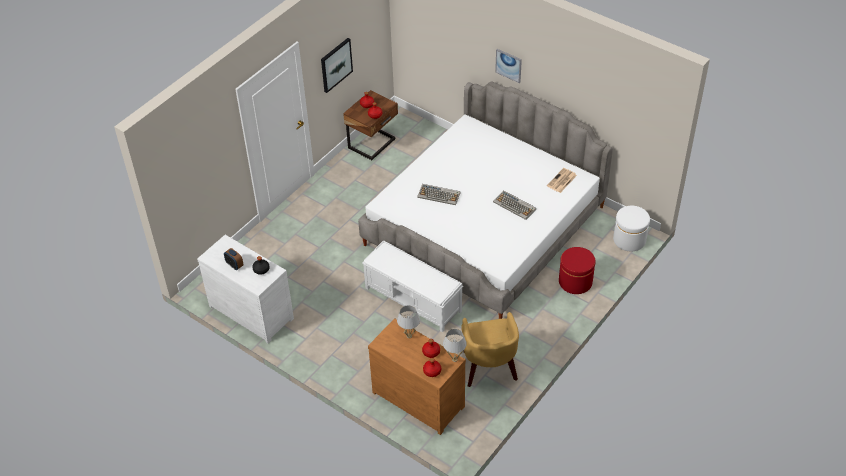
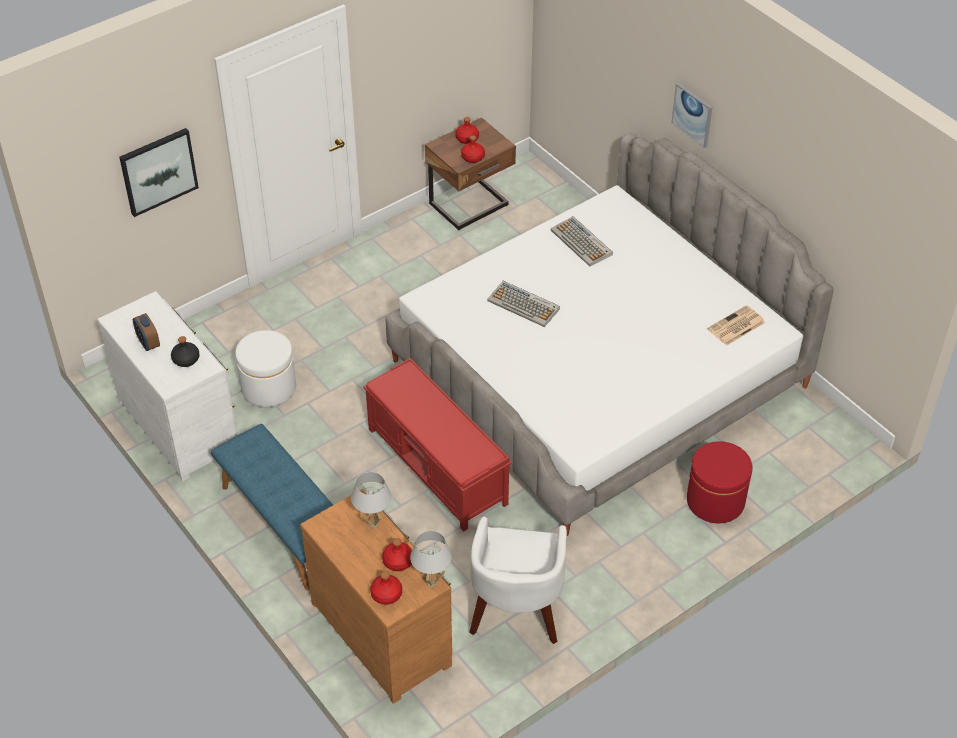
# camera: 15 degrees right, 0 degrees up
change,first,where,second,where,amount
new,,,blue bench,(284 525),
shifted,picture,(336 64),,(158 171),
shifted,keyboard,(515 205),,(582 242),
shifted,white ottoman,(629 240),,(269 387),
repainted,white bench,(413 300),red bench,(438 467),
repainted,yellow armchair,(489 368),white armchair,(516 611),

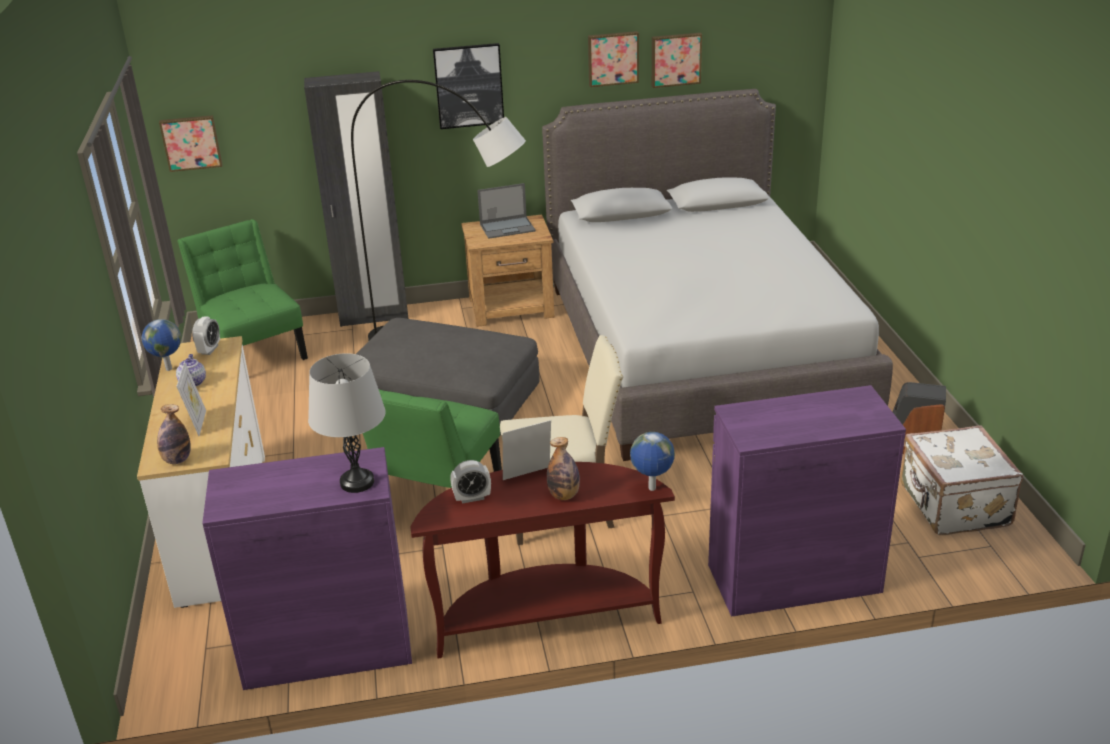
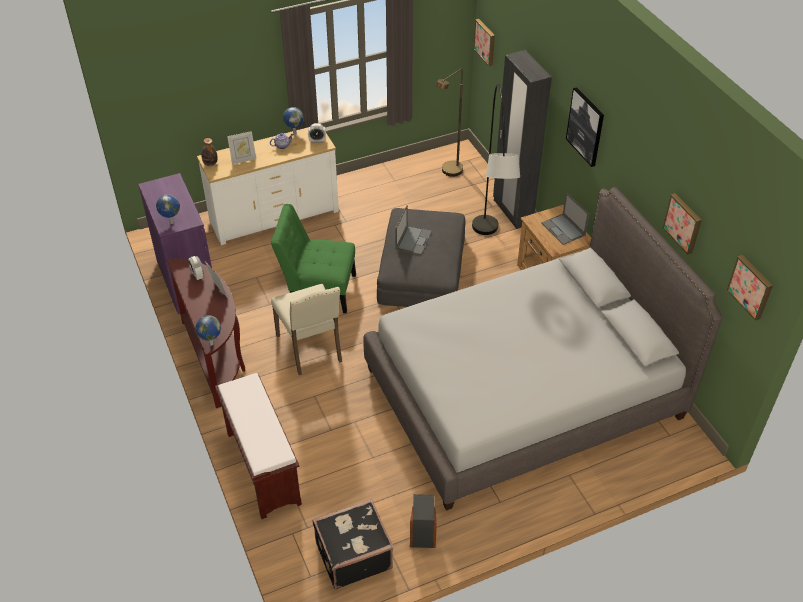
# camera: 75 degrees right, 15 degrees up
change,first,where,second,where,amount
gone,bottle,(564 495),,,
new,,,laptop,(413 240),
shifted,picture,(612 58),,(751 286),
swapped,green chair,(254 352),brown floor lamp,(449 173),
swapped,grey table lamp,(357 482),globe,(171 223),
swapped,purple cabinet,(794 578),brown bench,(262 467),
repainted,white suitcase,(952 506),black suitcase,(352 555),

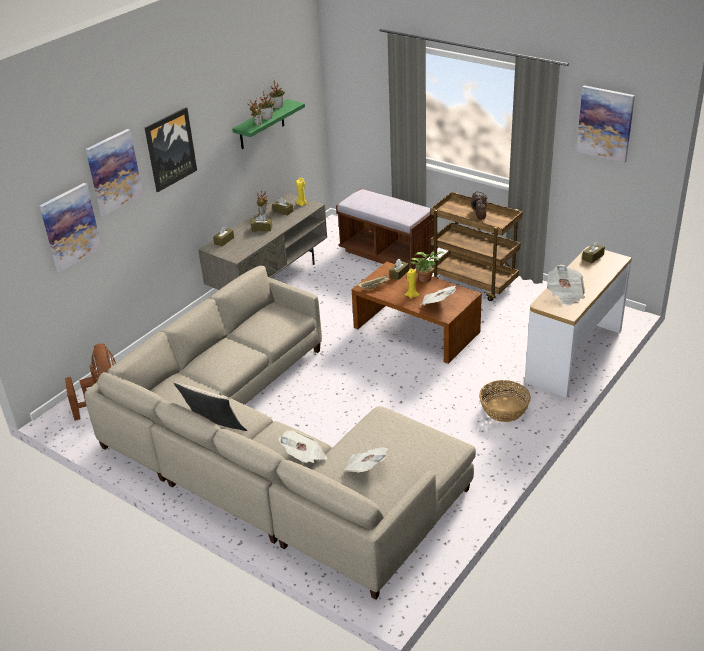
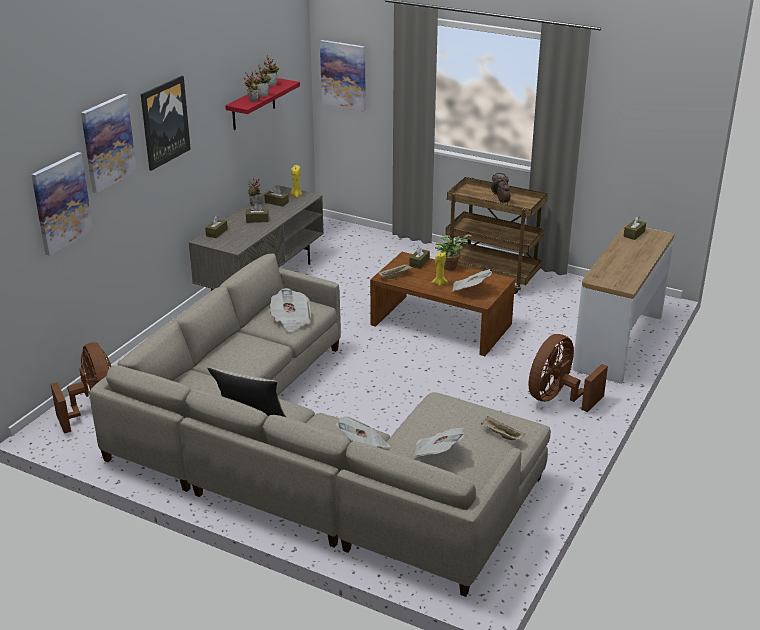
# camera: 10 degrees left, 5 degrees down
change,first,where,second,where,amount
gone,brown bench,(387 254),,,
new,,,beige tray,(501 435),
shifted,newspaper,(565 294),,(291 320),
shifted,picture,(605 123),,(343 75),
swapped,basket,(504 410),brown fan,(558 398),
repainted,green shelf,(261 125),red shelf,(253 105),

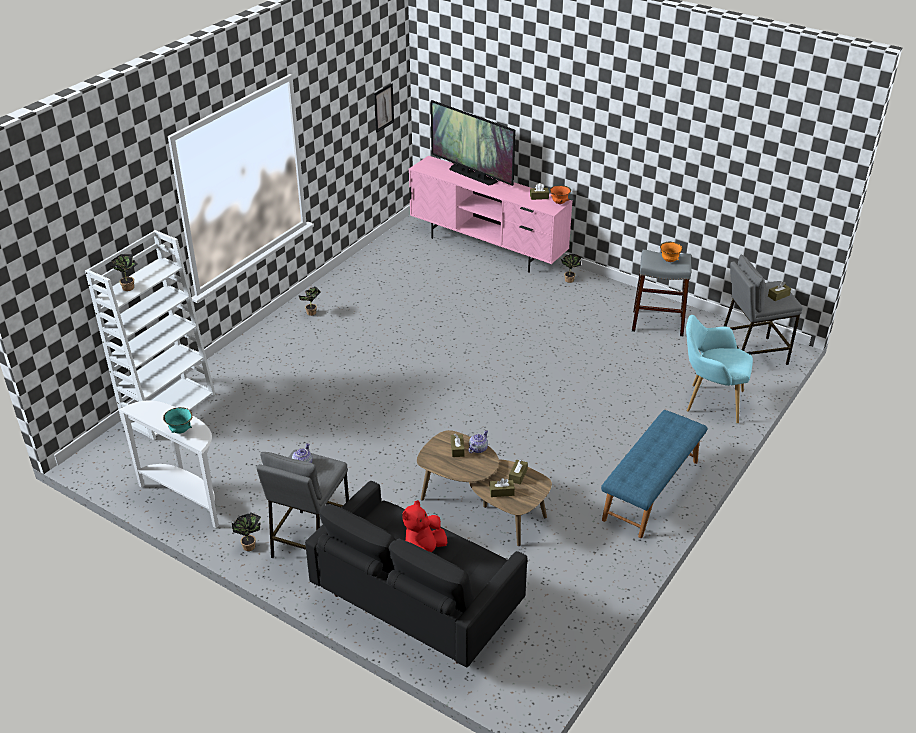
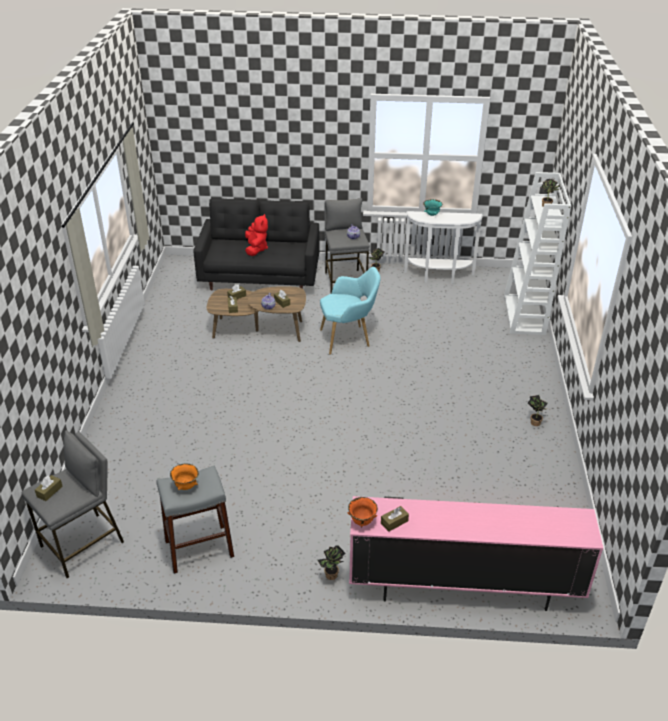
# camera: 150 degrees right, 0 degrees up
change,first,where,second,where,amount
gone,picture,(383 107),,,
gone,television,(472 175),,,
gone,blue bench,(651 490),,,
shifted,turquoise armchair,(710 401),,(348 339),

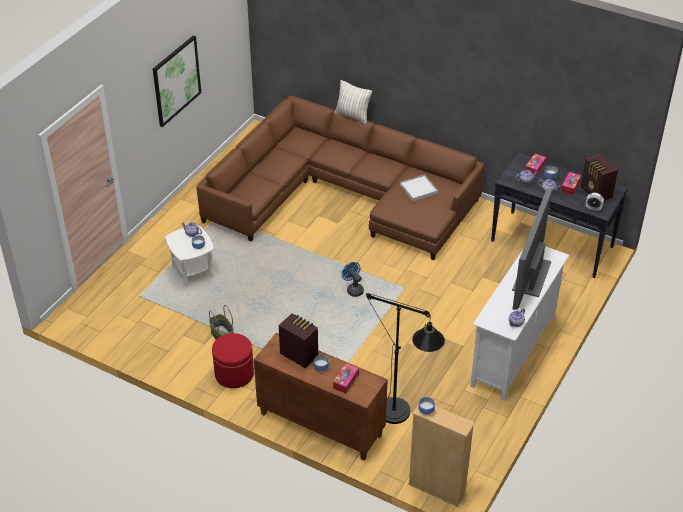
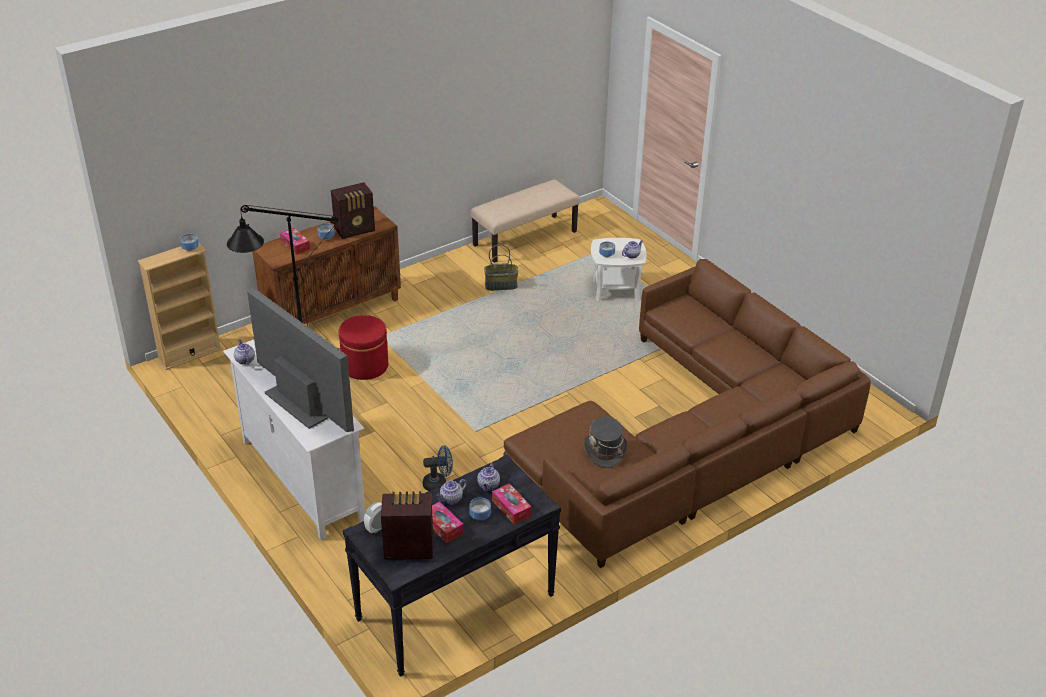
# camera: 115 degrees right, 5 degrees down
change,first,where,second,where,amount
gone,picture,(176 80),,,
gone,pillow,(352 116),,,
new,,,beige bench,(525 238),
shifted,red ottoman,(234 374),,(365 366),
shifted,blue fan,(353 289),,(438 483),
swapped,white tray,(418 189),grey hat,(605 451),

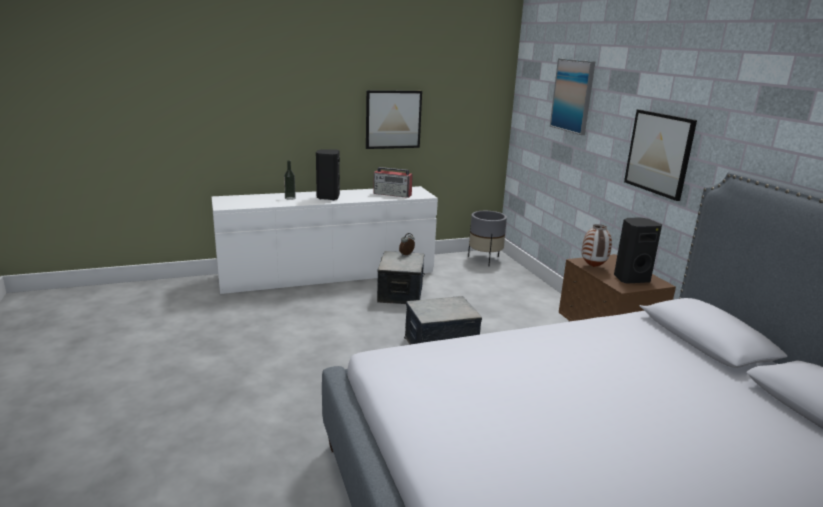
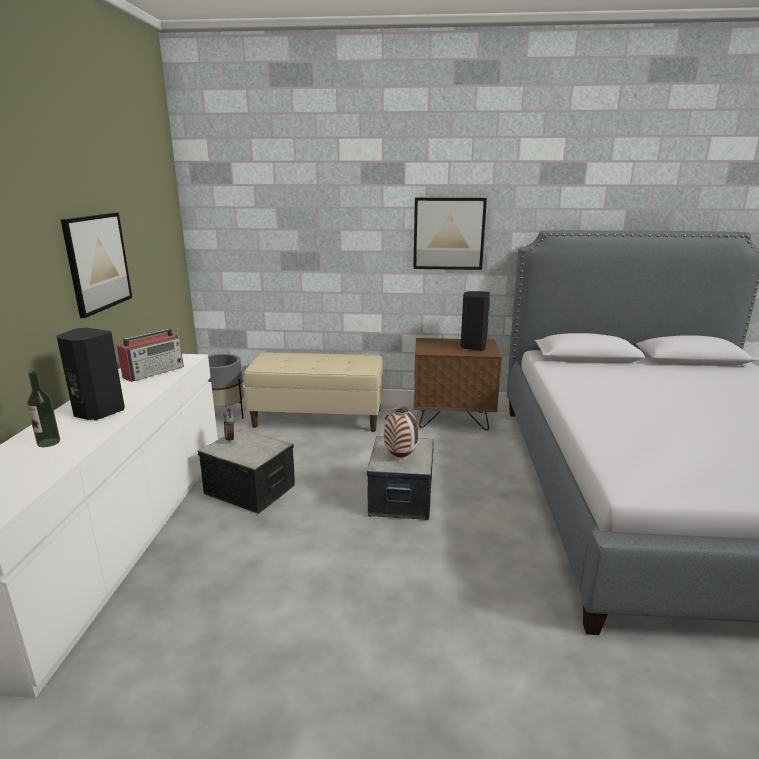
# camera: 65 degrees left, 0 degrees up
change,first,where,second,where,amount
gone,picture,(573 96),,,
new,,,beige bench,(318 418),
shifted,vase,(593 267),,(401 457),

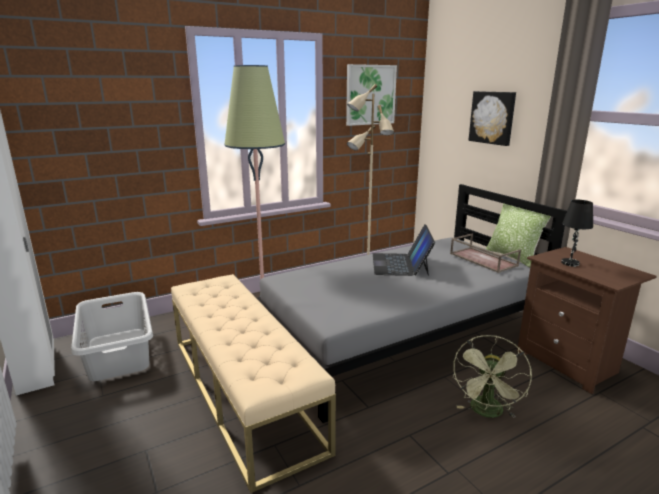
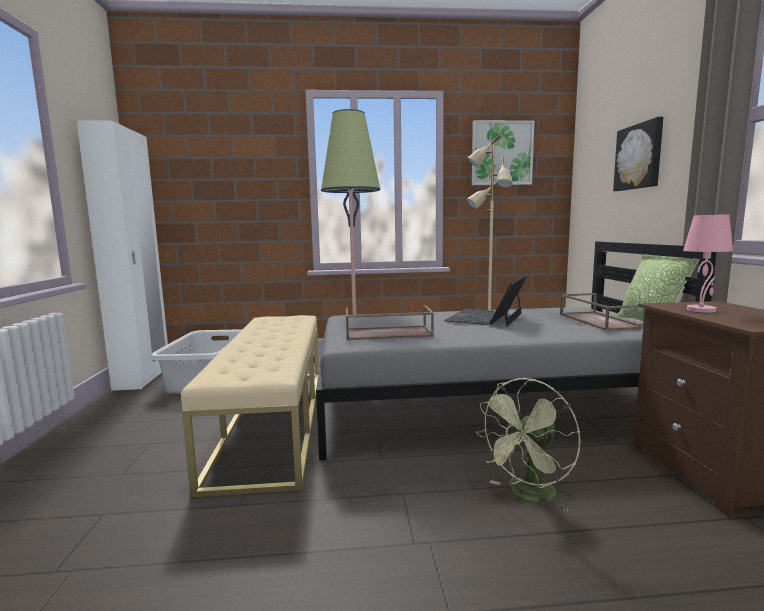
# camera: 25 degrees right, 10 degrees down
change,first,where,second,where,amount
new,,,brown tray,(387 333),
repainted,black table lamp,(570 263),pink table lamp,(701 310),

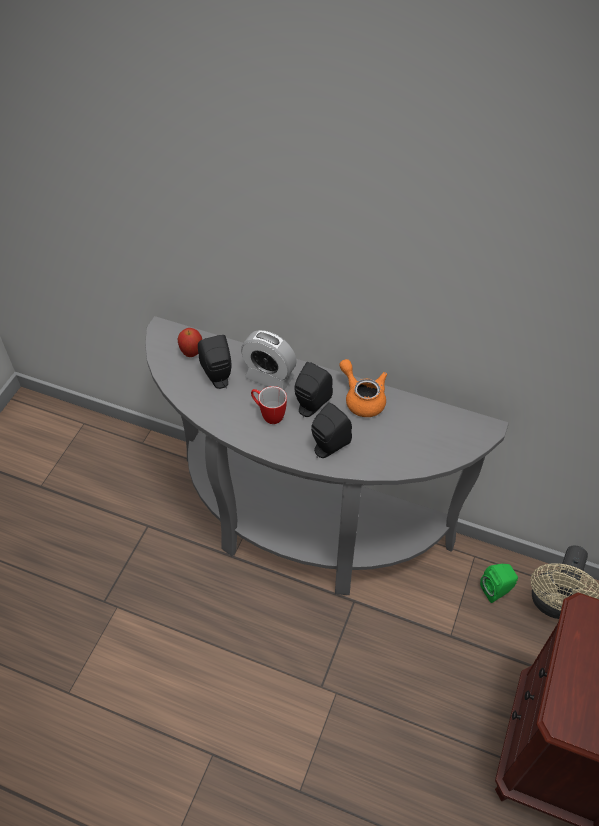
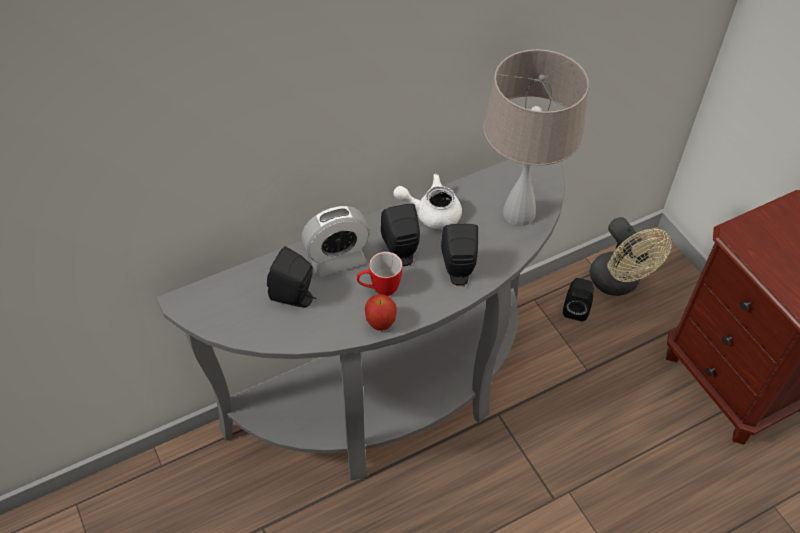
# camera: 50 degrees left, 0 degrees up
change,first,where,second,where,amount
new,,,beige table lamp,(518 213),
shifted,apple,(191 353),,(380 324),
repainted,orange teapot,(362 398),white teapot,(431 213),
repainted,green speaker,(497 590),black speaker,(576 308),

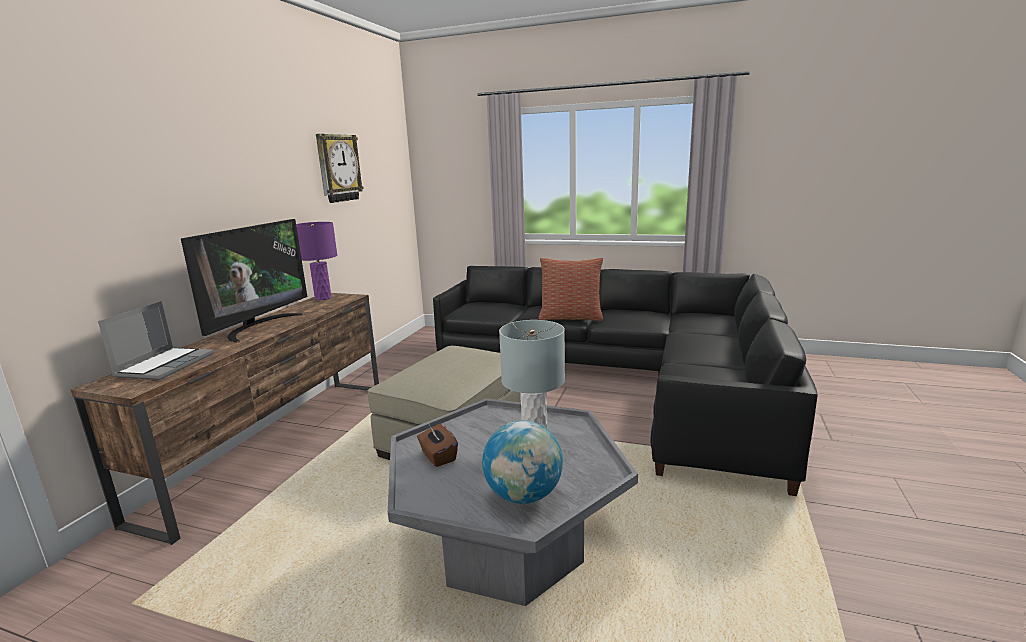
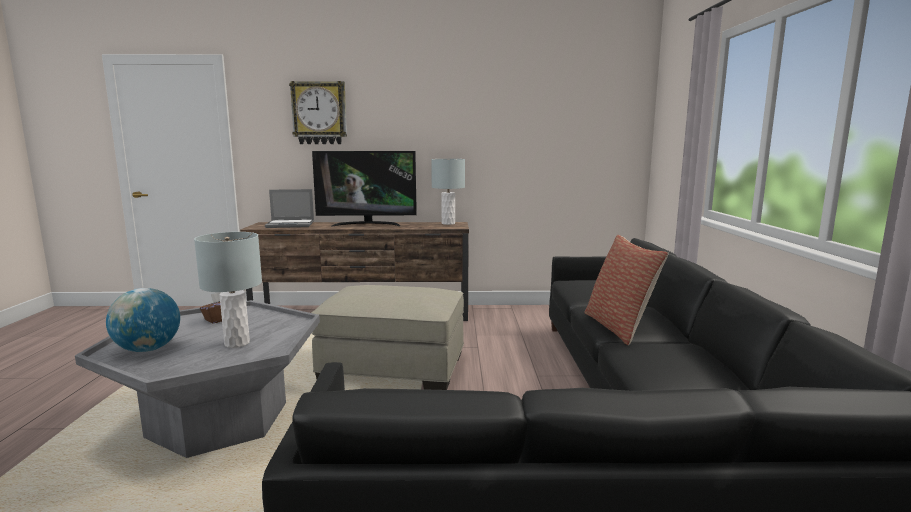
# camera: 70 degrees right, 5 degrees down
change,first,where,second,where,amount
shifted,wall clock,(338 168),,(319 113),
repainted,purple table lamp,(323 298),grey table lamp,(448 223),

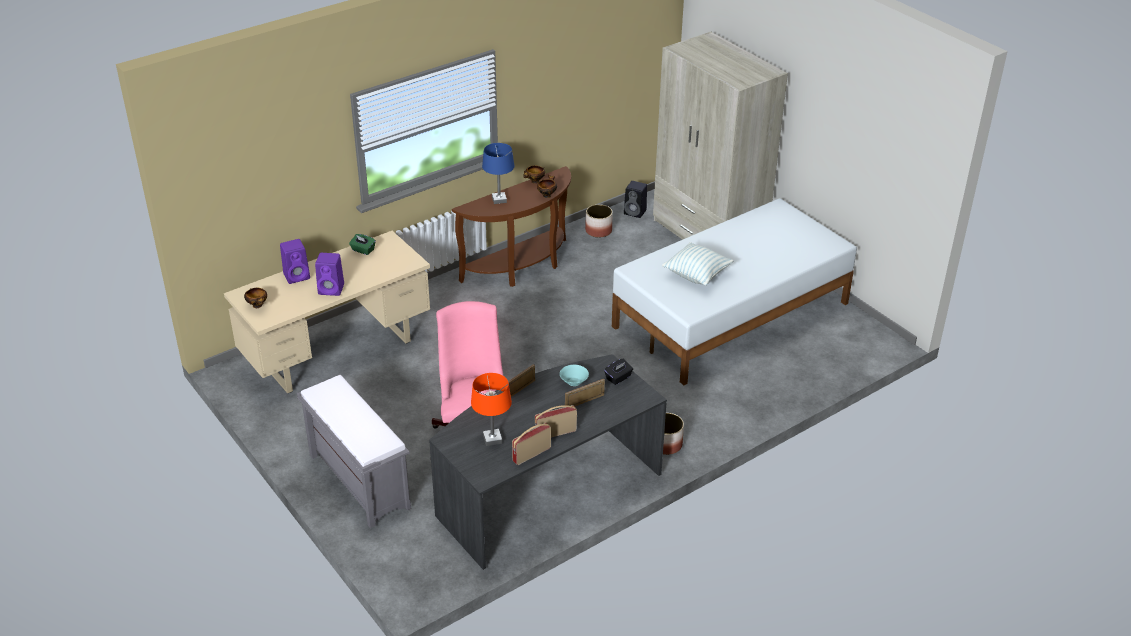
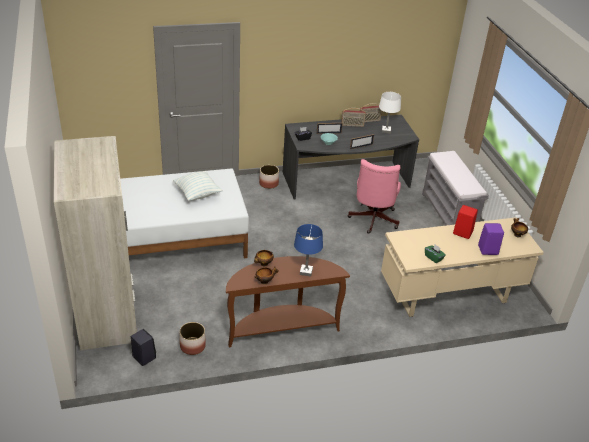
# camera: 160 degrees left, 0 degrees up
change,first,where,second,where,amount
repainted,purple speaker,(332 289),red speaker,(462 232),
repainted,orange table lamp,(492 439),white table lamp,(386 130),

